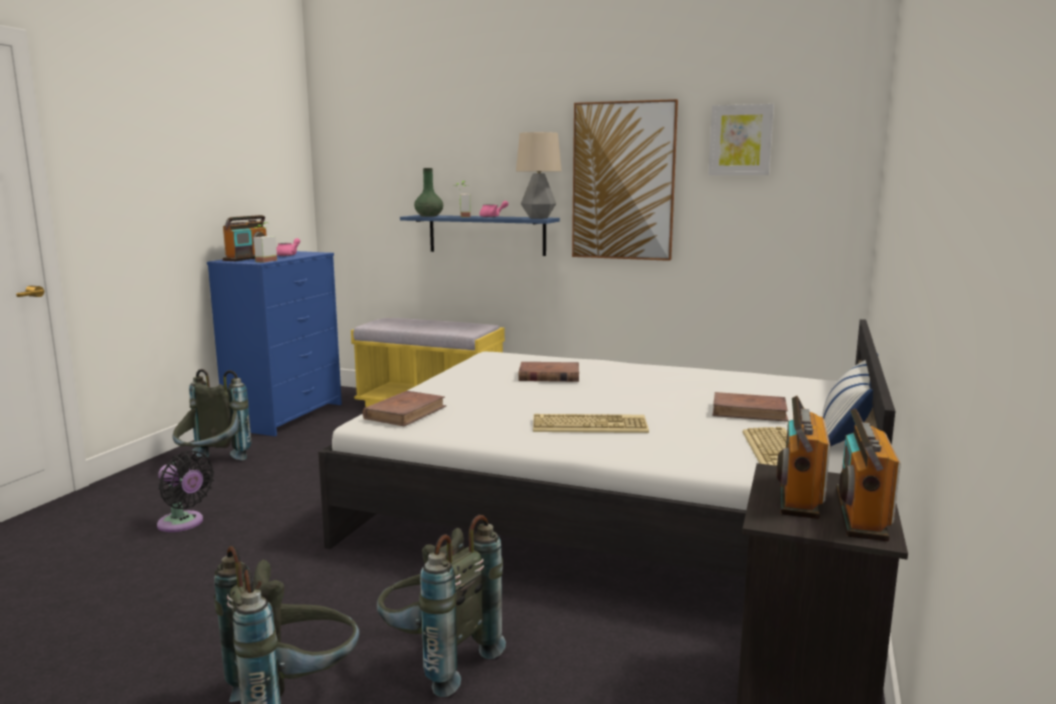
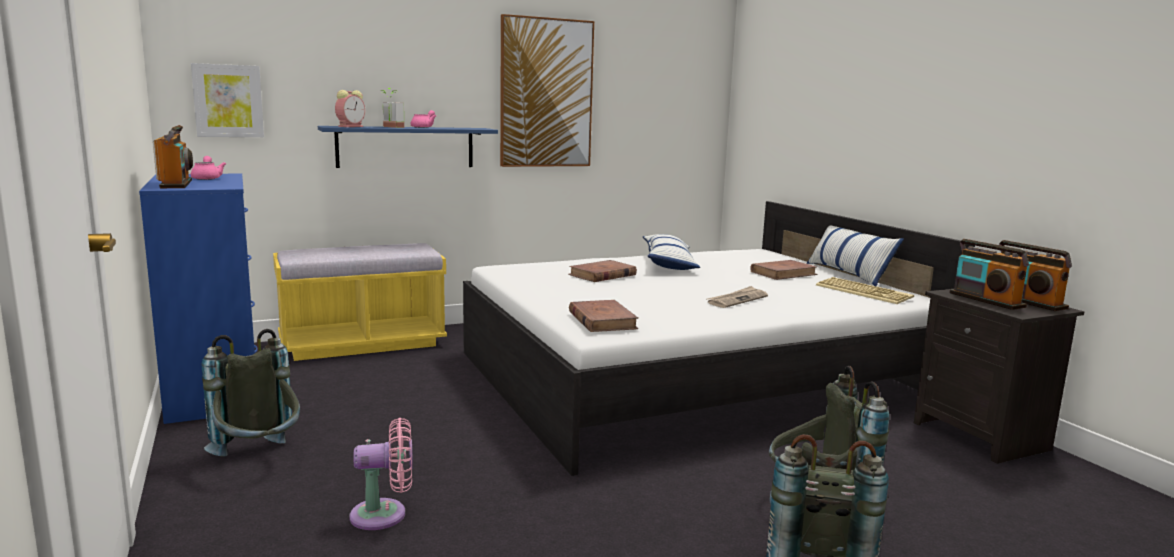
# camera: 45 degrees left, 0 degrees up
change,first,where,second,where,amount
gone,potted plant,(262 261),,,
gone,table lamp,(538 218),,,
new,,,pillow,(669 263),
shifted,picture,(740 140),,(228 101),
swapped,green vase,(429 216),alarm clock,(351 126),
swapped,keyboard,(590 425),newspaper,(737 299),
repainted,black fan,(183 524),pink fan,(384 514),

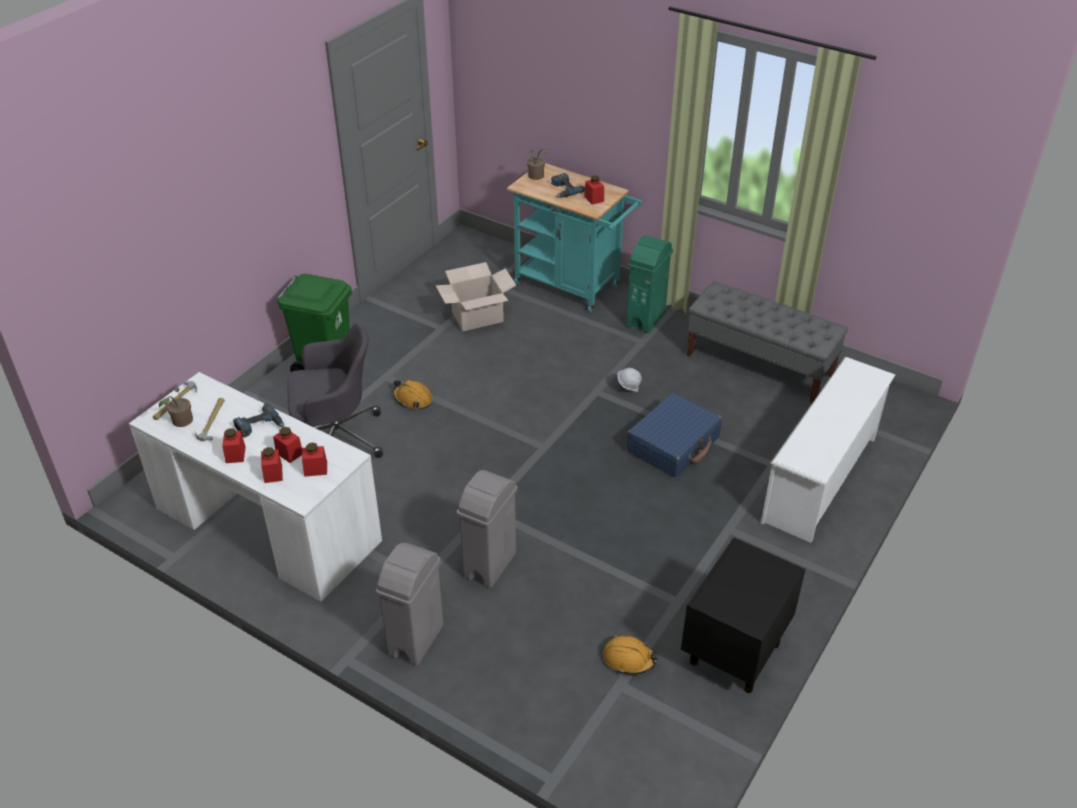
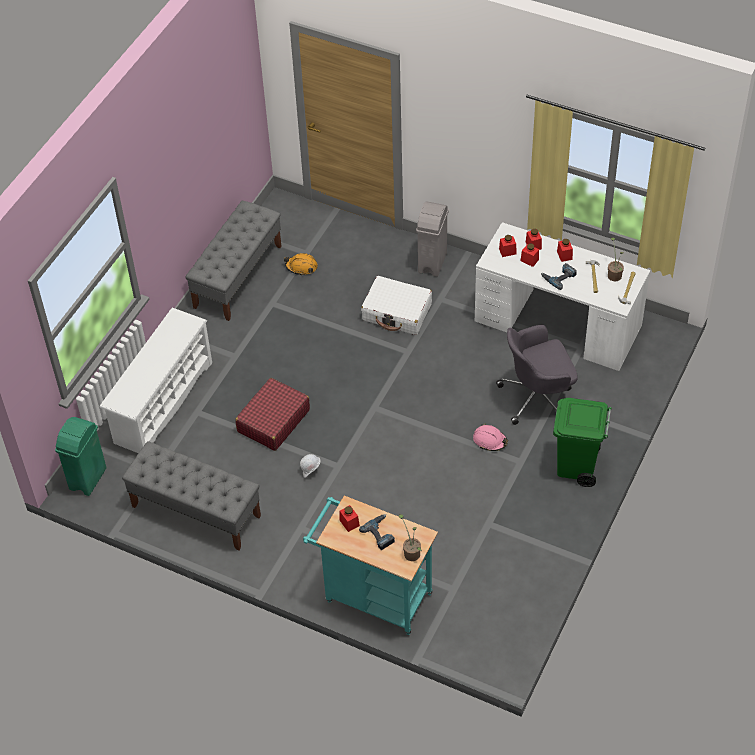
# camera: 175 degrees right, 10 degrees up
change,first,where,second,where,amount
gone,cardboard box,(477 316),,,
shifted,green trash can,(646 319),,(87 479),
swapped,grey trash can,(489 565),white suitcase,(397 312),
swapped,black nightstand,(734 654),grey bench,(238 276),
repainted,orange hard hat,(413 399),pink hard hat,(490 440),
repainted,blue suitcase,(673 444),red suitcase,(273 421),

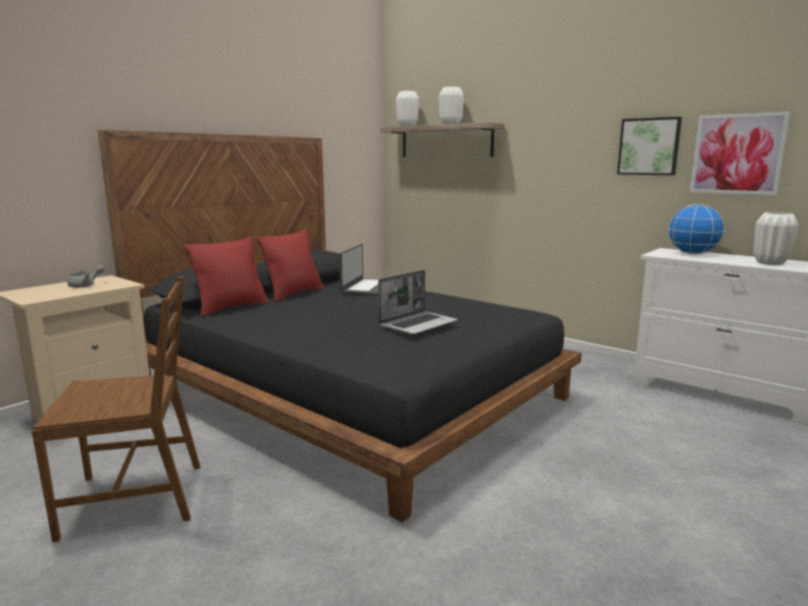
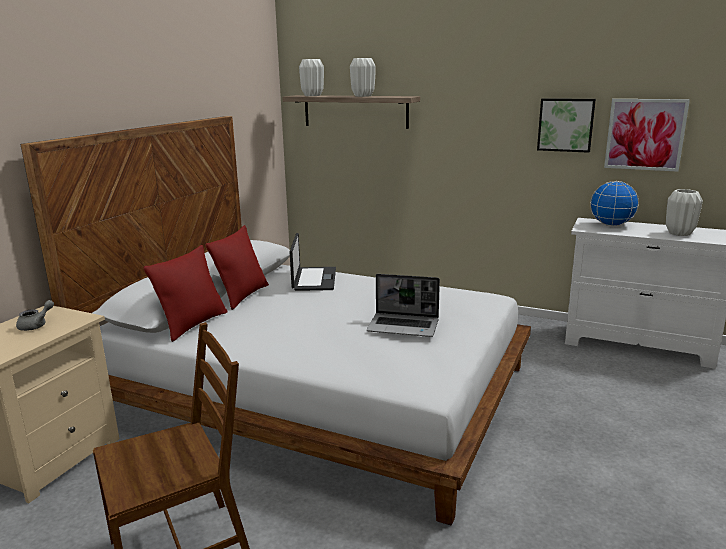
# camera: 15 degrees left, 5 degrees up
change,first,where,second,where,amount
repainted,black bed,(348 391),white bed,(317 390),
rotated,laptop,(418 324),,(404 326),75 degrees clockwise

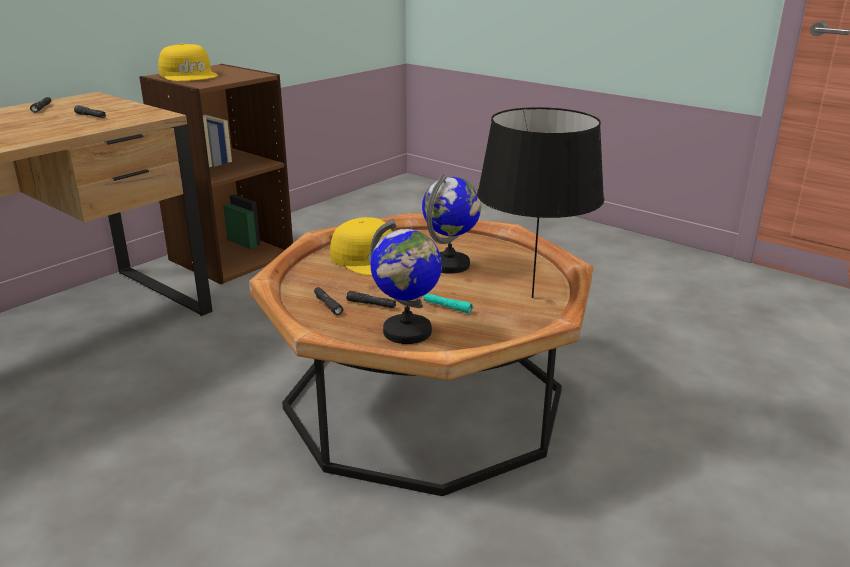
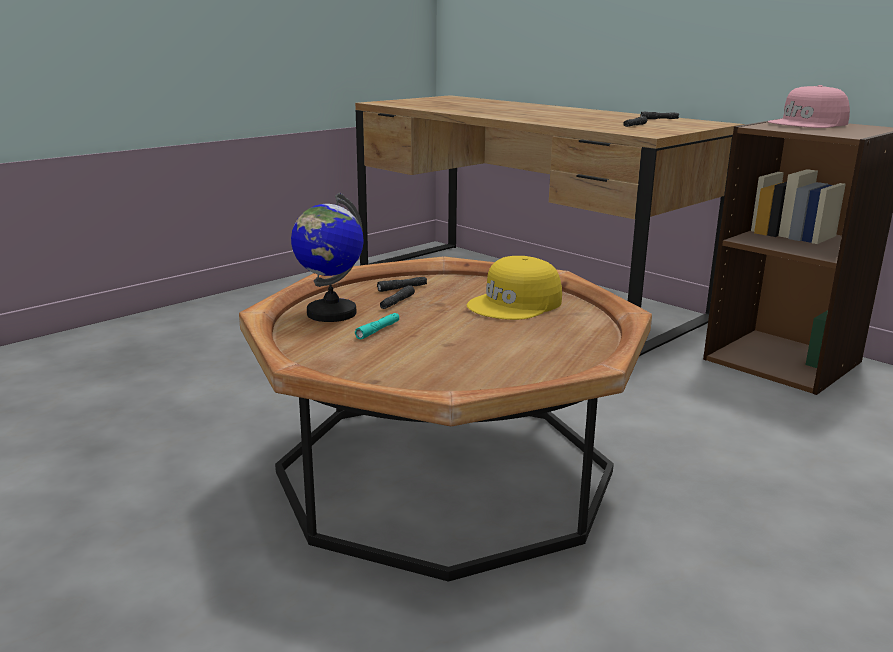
# camera: 95 degrees right, 5 degrees down
change,first,where,second,where,amount
gone,globe,(450 265),,,
gone,black table lamp,(532 297),,,
repainted,yellow cap,(189 75),pink cap,(809 123),

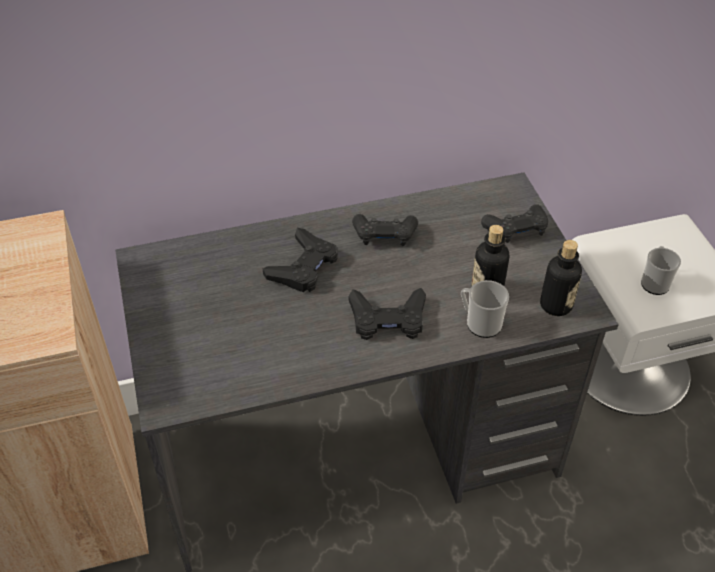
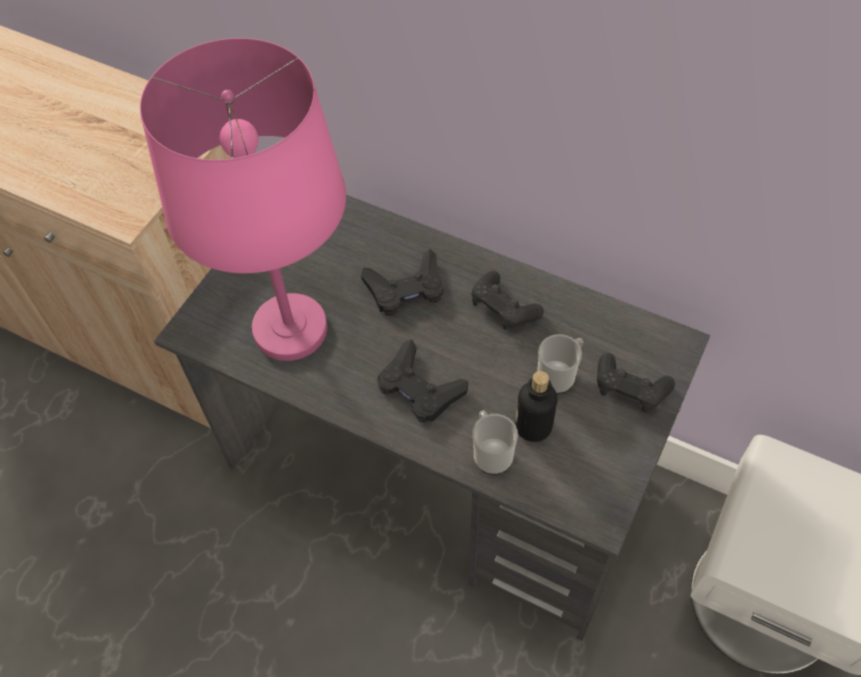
# camera: 45 degrees right, 10 degrees up
change,first,where,second,where,amount
gone,bottle,(556 305),,,
new,,,pink table lamp,(289 329),
shifted,mug,(655 282),,(559 375),

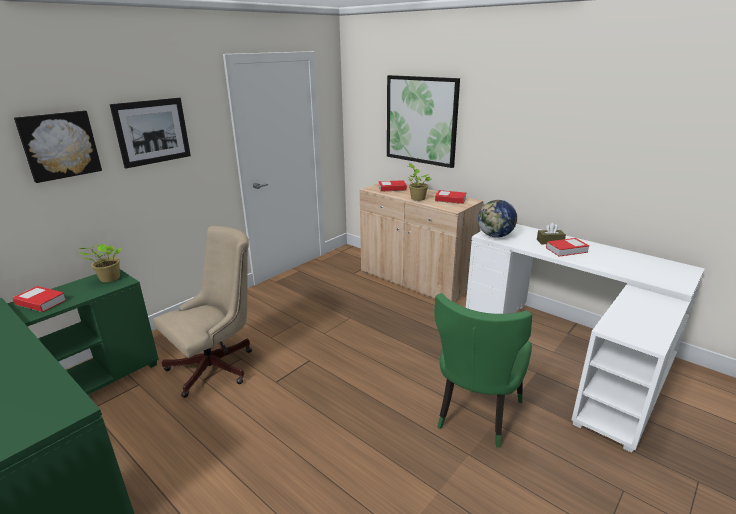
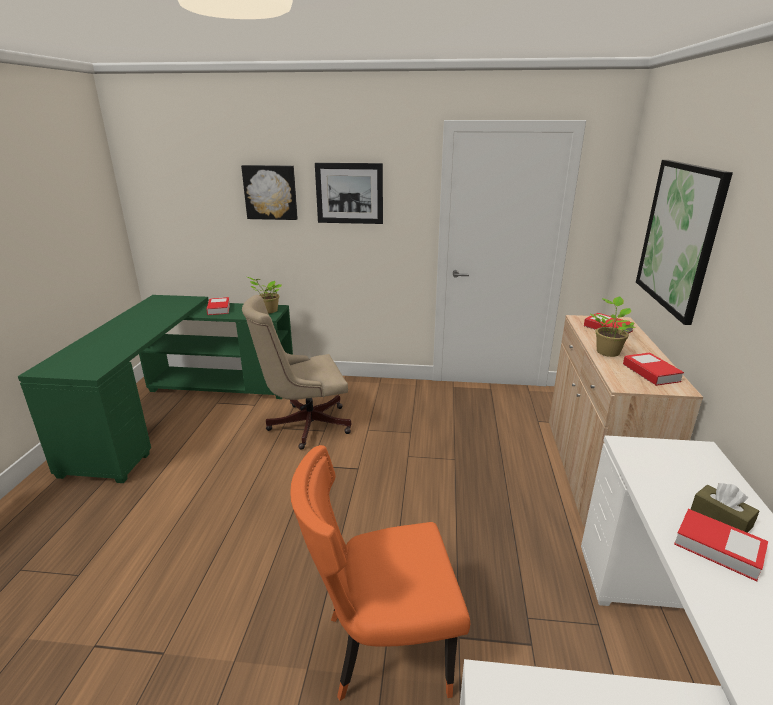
# camera: 55 degrees right, 0 degrees up
change,first,where,second,where,amount
gone,globe,(495 236),,,
repainted,green chair,(475 415),orange chair,(381 648),
rotated,beige office chair,(217 366),,(304 425),150 degrees clockwise

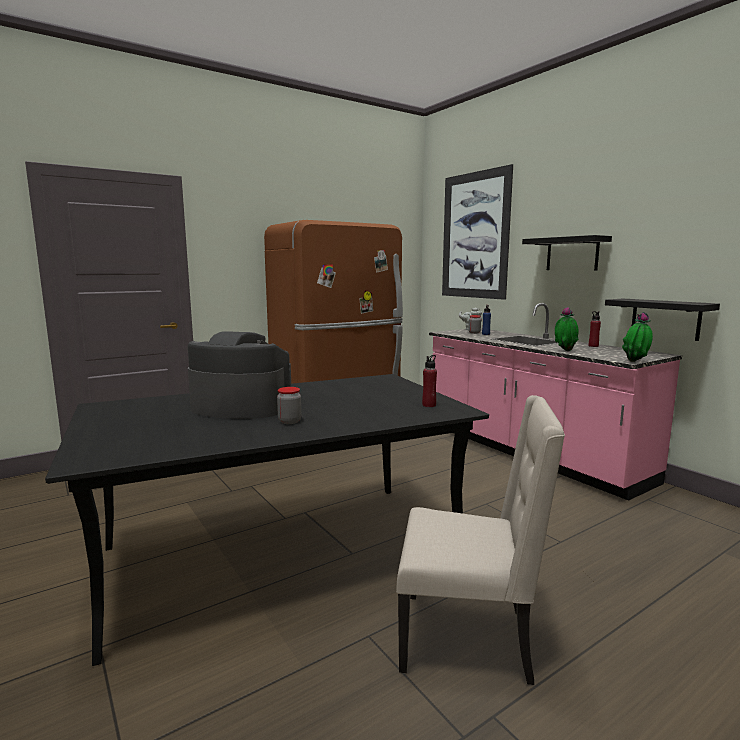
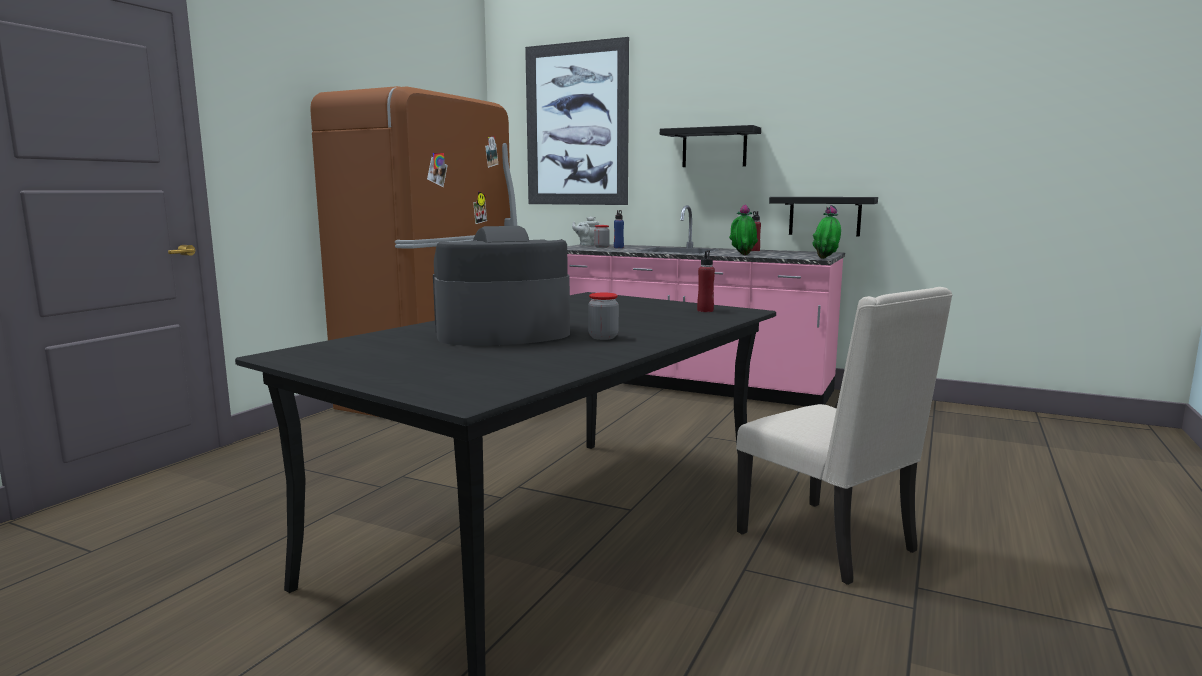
# camera: 30 degrees left, 0 degrees up
change,first,where,second,where,amount
rotated,beige chair,(468 638),,(830 542),75 degrees clockwise

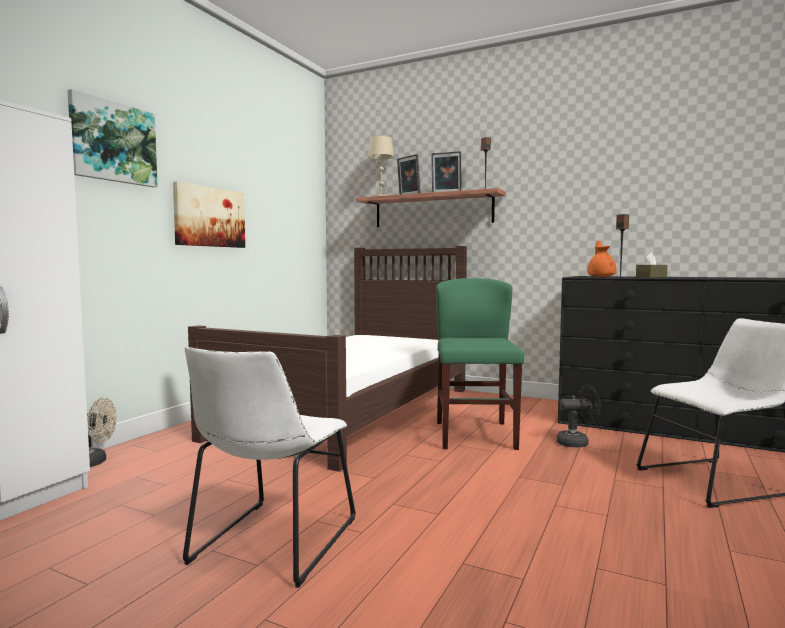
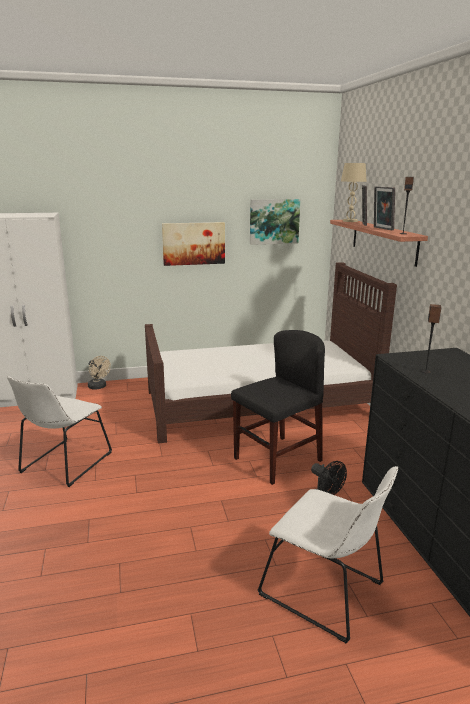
# camera: 50 degrees right, 15 degrees up
change,first,where,second,where,amount
gone,orange teapot,(601 276),,,
gone,brown tissue box,(651 277),,,
shifted,picture,(113 142),,(274 221),
repainted,green chair,(475 435),black chair,(277 459),
rotated,white chair,(271 544),,(64 464),45 degrees counterclockwise

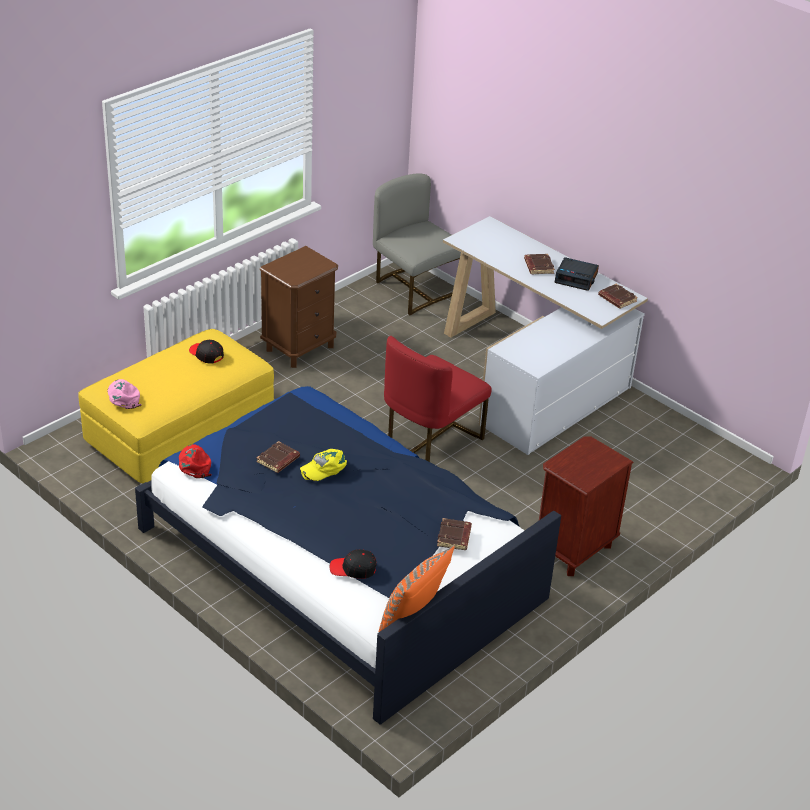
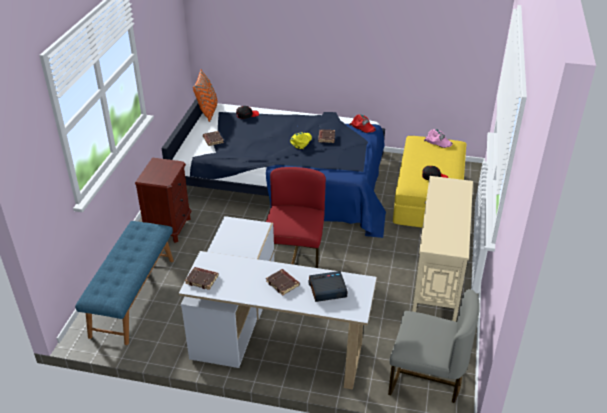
# camera: 150 degrees right, 0 degrees up
change,first,where,second,where,amount
new,,,blue bench,(132 296),
shifted,alarm clock,(576 278),,(327 290),
swapped,brown nightstand,(300 348),beige console table,(437 279),

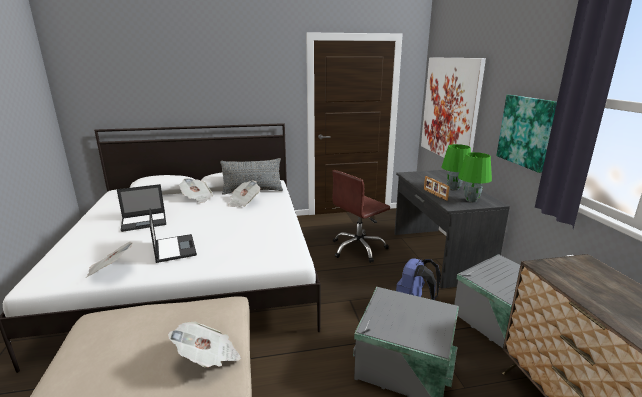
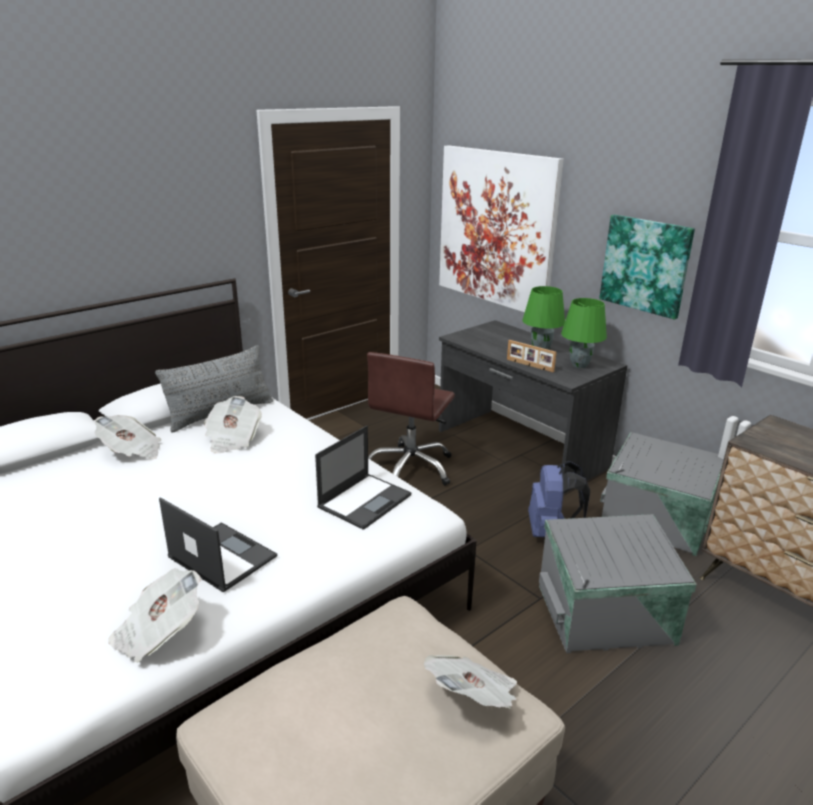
# camera: 30 degrees left, 5 degrees up
change,first,where,second,where,amount
shifted,laptop,(144 221),,(365 500),

